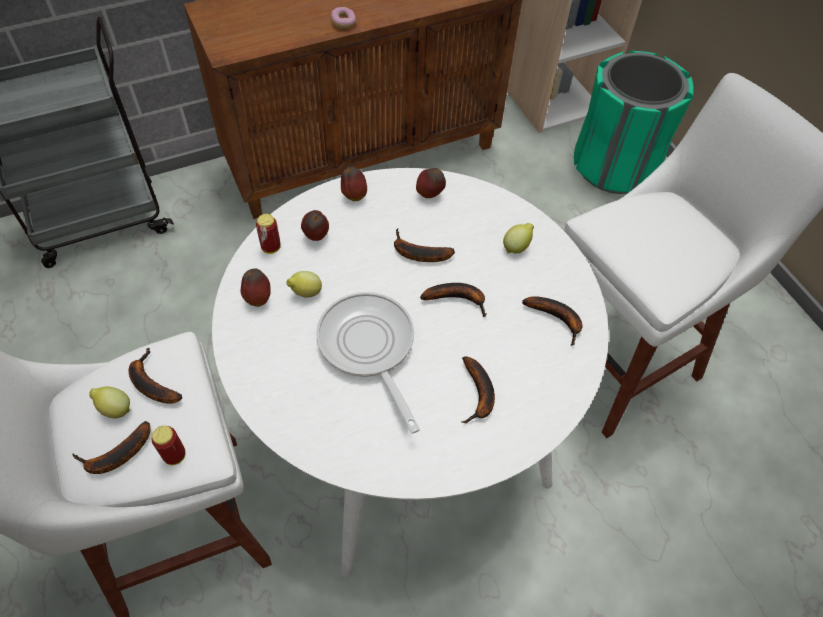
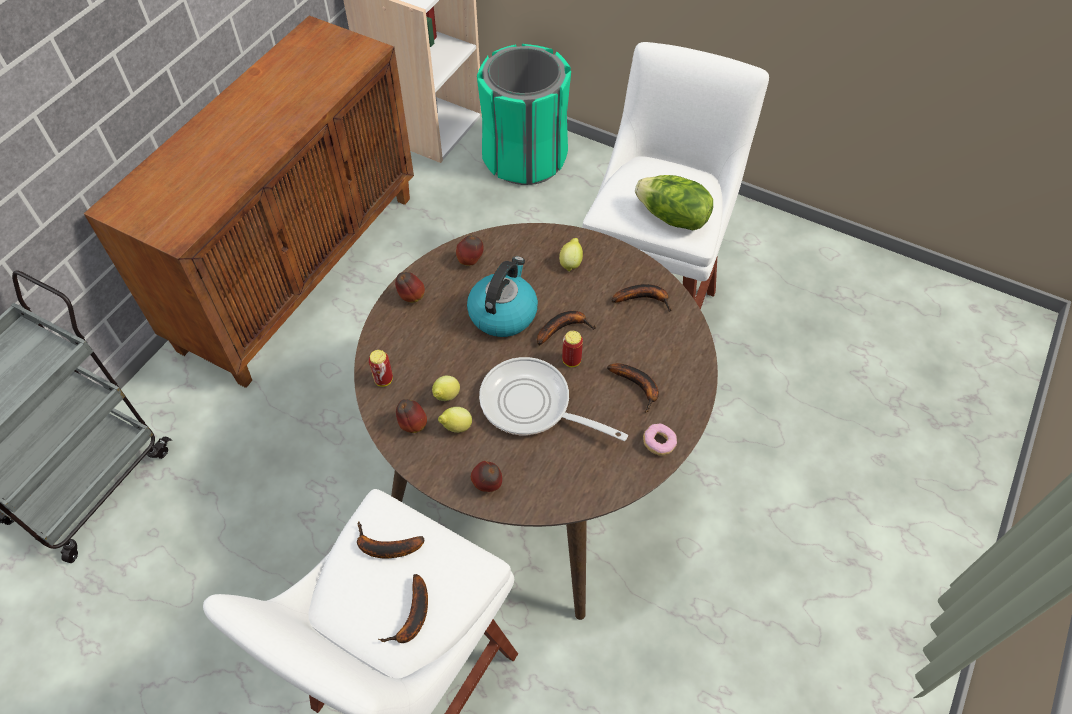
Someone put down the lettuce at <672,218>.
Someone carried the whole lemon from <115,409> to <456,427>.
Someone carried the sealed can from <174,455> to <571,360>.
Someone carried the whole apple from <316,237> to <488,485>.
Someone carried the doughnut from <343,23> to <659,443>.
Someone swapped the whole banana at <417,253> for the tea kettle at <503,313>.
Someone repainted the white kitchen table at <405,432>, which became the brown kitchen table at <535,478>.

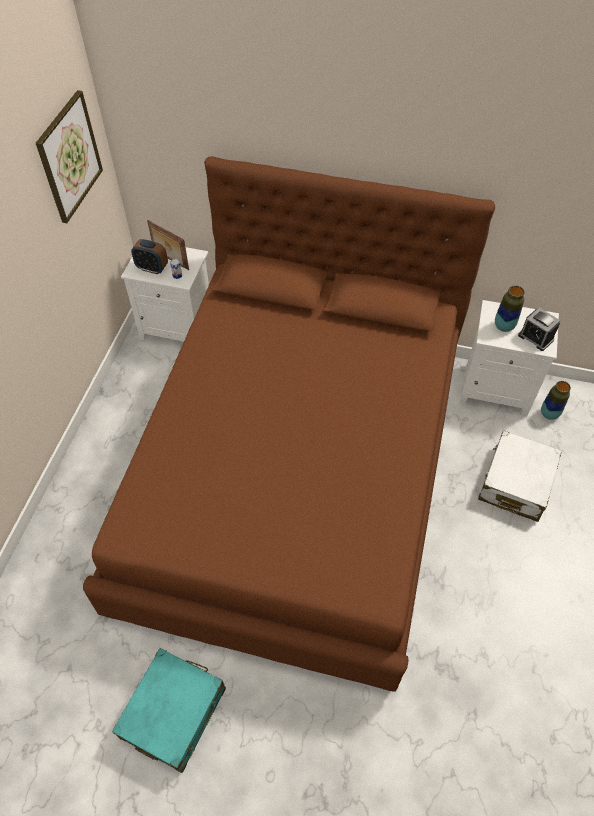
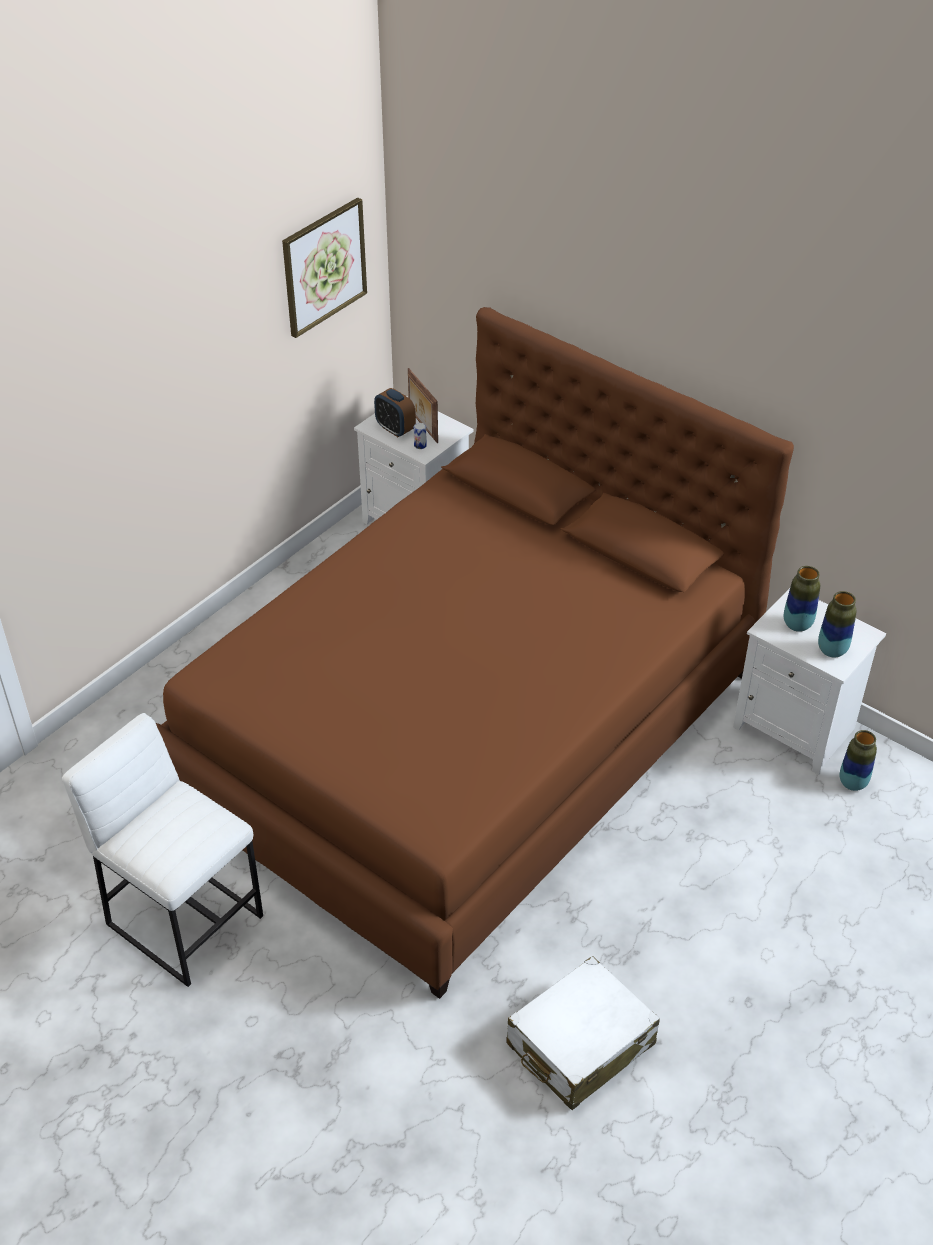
Someone carried the white suitcase from <515,483> to <580,1044>.
Someone swapped the turquoise-coloured suitcase at <174,713> for the white upright chair at <183,918>.
Someone swapped the table clock at <535,337> for the vase at <832,650>.

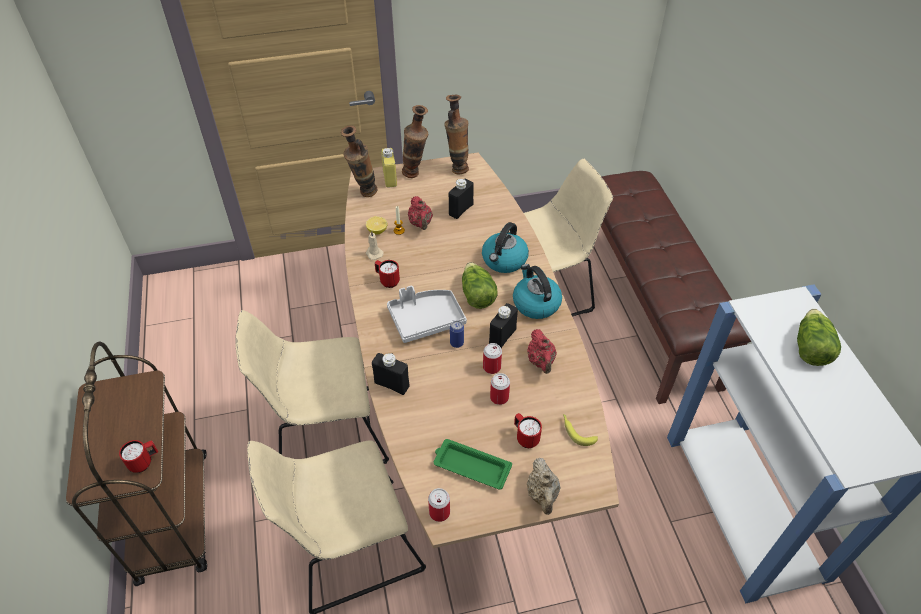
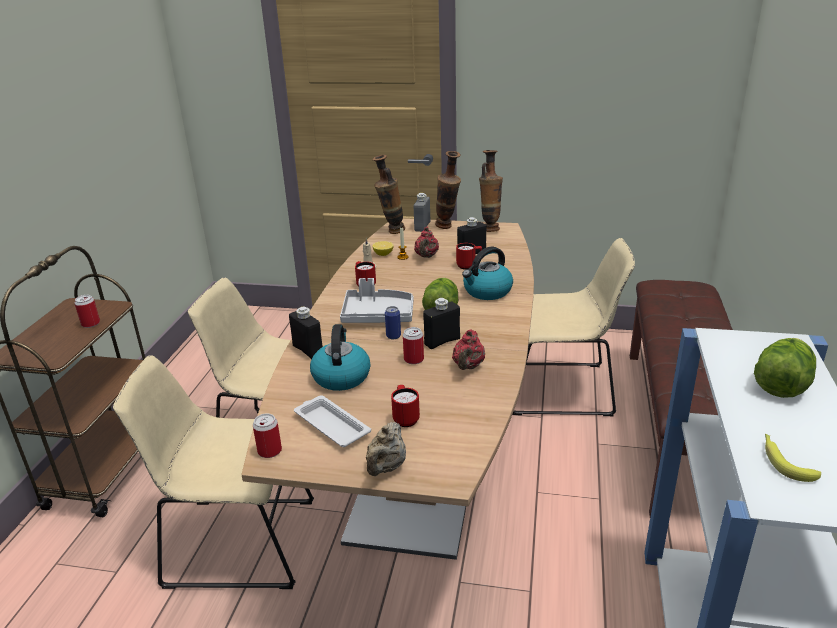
Someone carried the reddish mug from <144,462> to <469,266>.
Someone carried the sealed can from <499,397> to <90,324>.
Someone carried the tea kettle from <535,303> to <341,376>.
Someone carried the whole banana from <576,431> to <784,461>.
Someone repainted the yellowish drink bottle at <390,178>, which became the greyish drink bottle at <422,226>.
Someone repainted the green serving tray at <471,466>, which became the white serving tray at <331,425>.

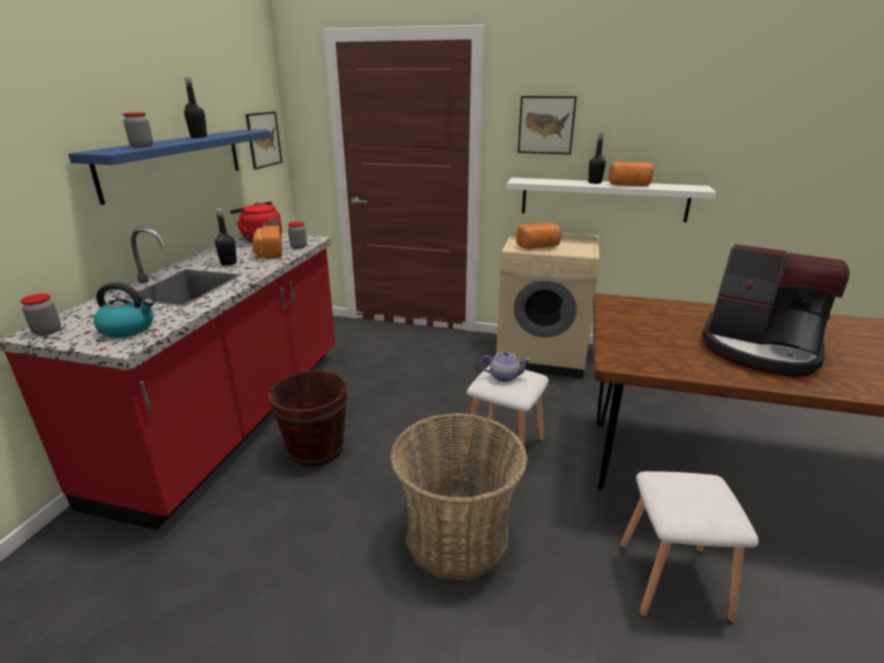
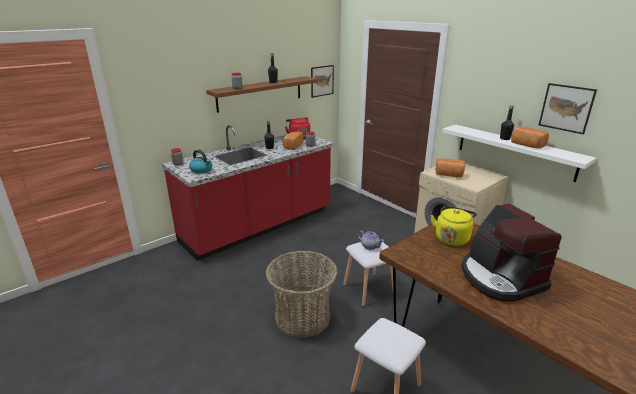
Someone took away the brown water bucket at <316,448>.
Someone put down the yellowish tea kettle at <452,238>.
Someone carried the wall art from <546,125> to <566,108>.
Someone repainted the blue wall shelf at <175,162>, which became the brown wall shelf at <260,93>.

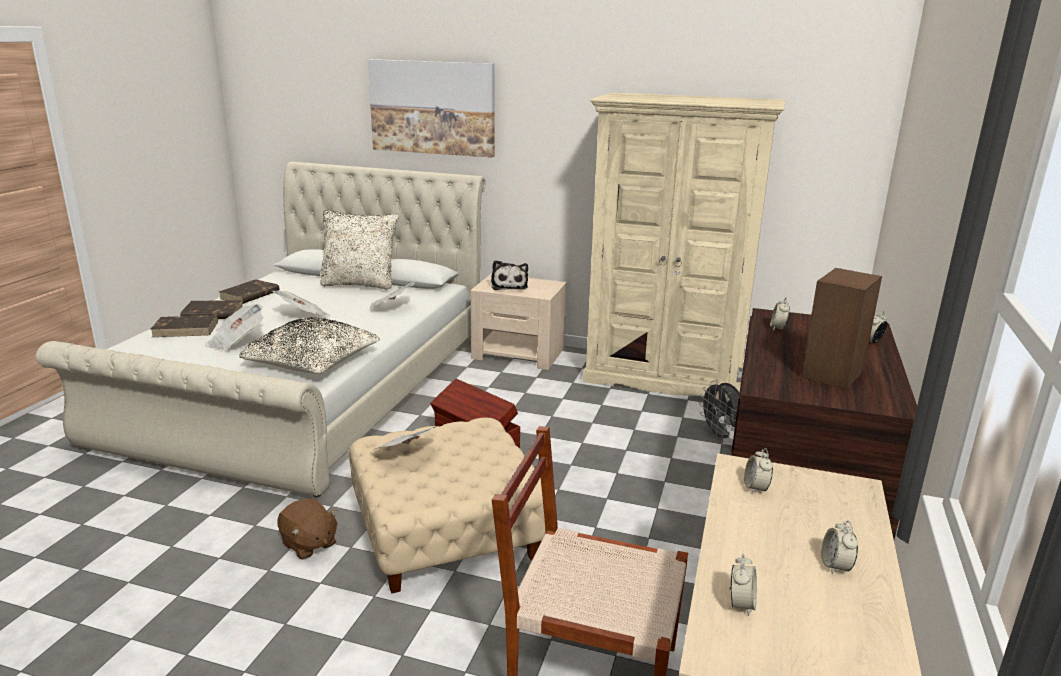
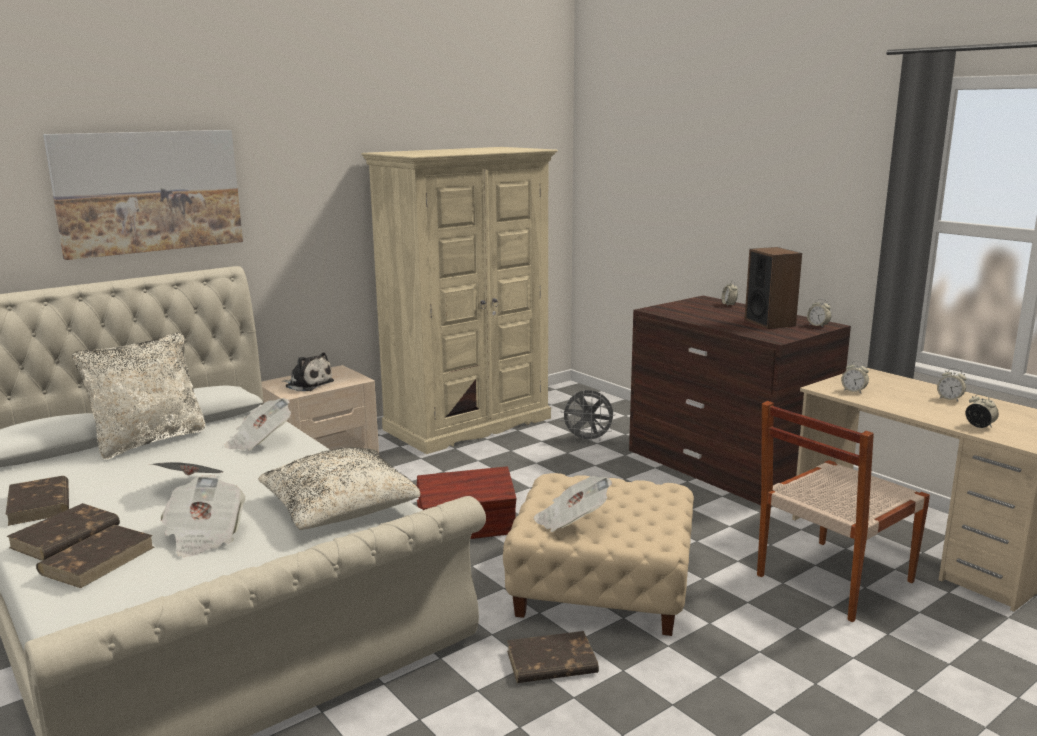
Someone carried the table clock from <778,328> to <818,326>.
Someone swapped the brown soft toy at <309,544> for the brown bound book at <550,663>.

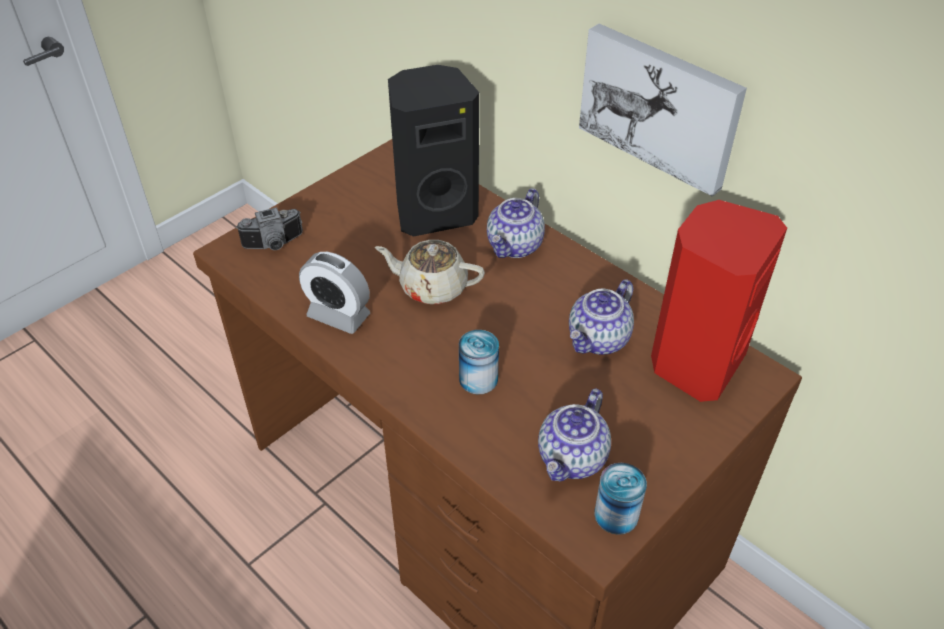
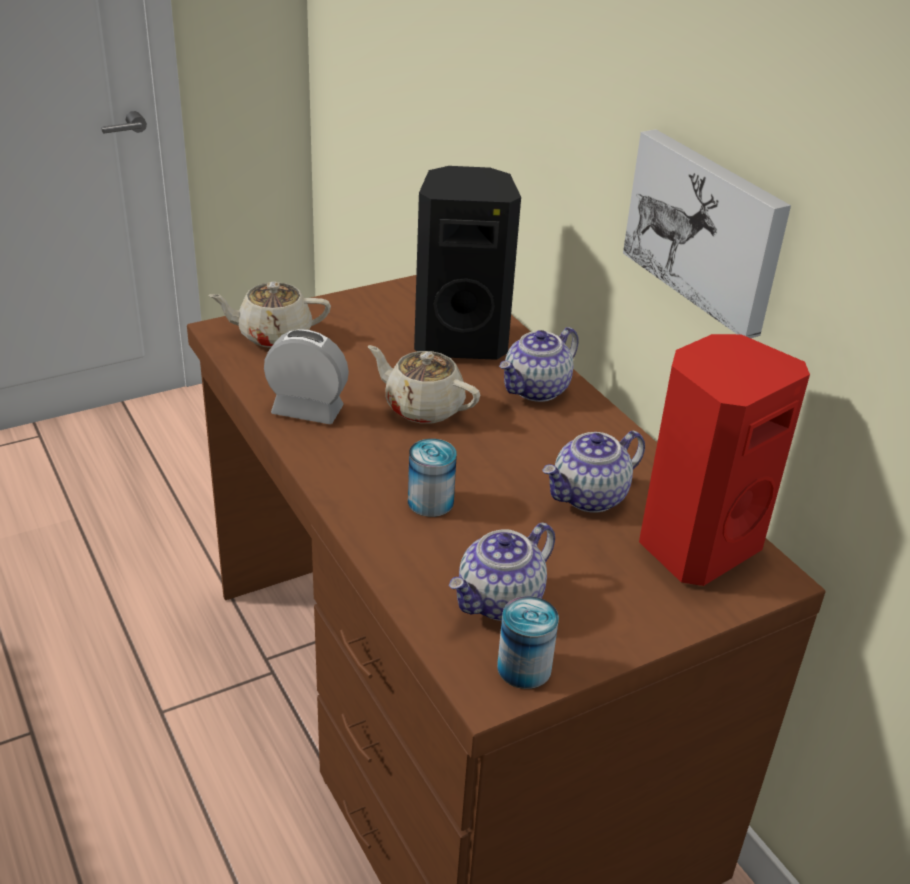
Someone swapped the still camera at <274,245> for the beige tea pot at <273,335>.
Someone rotated the table clock at <338,315> by 150 degrees clockwise.

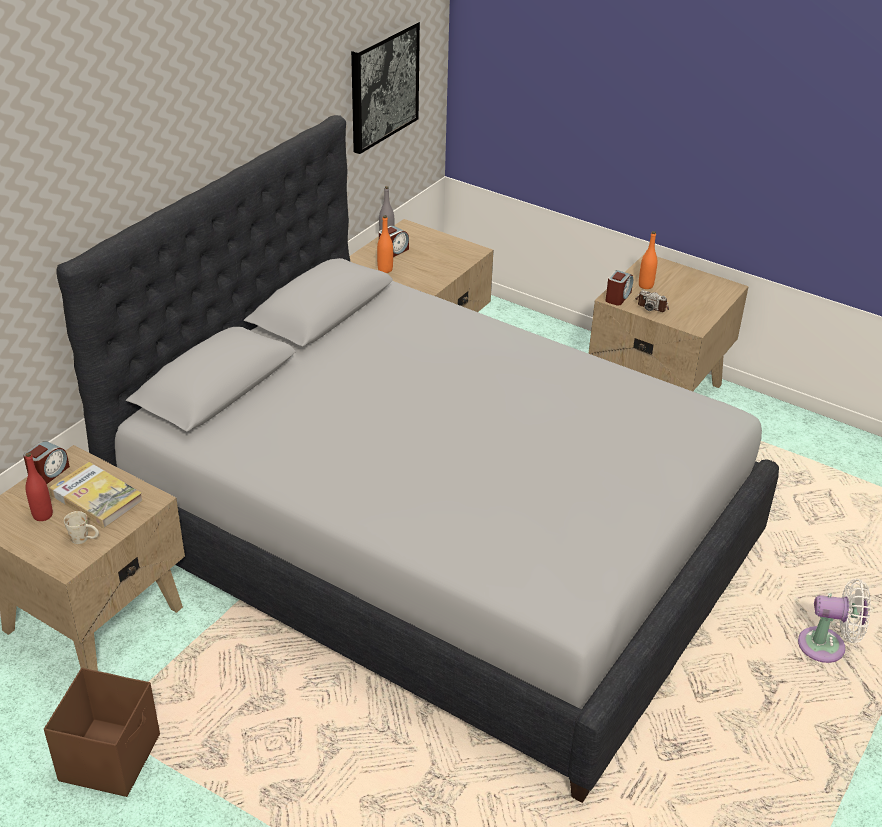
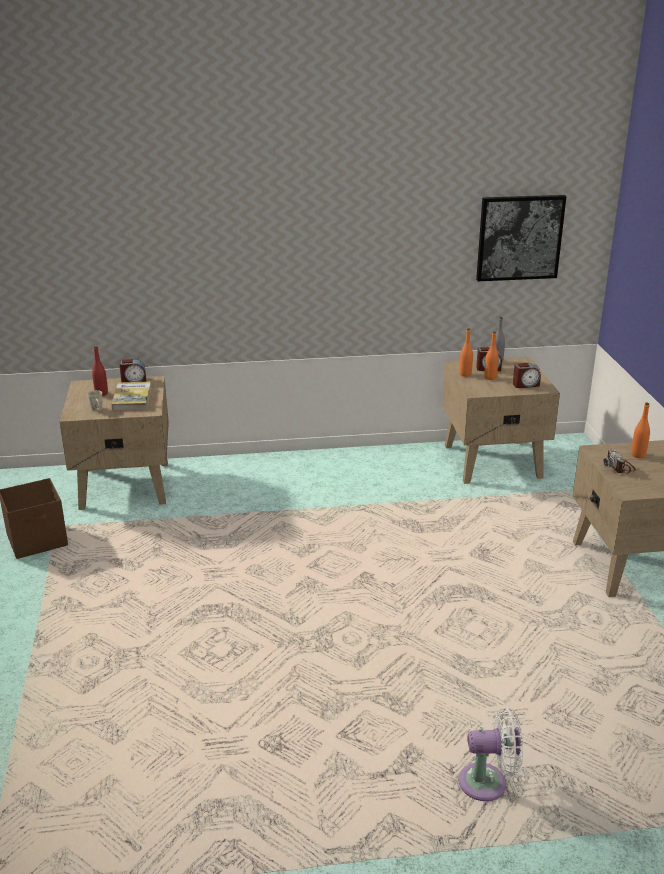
Someone took away the greyish bed at <435,543>.
Someone put down the orange-coloured drink bottle at <490,377>.
Someone carried the table clock from <618,297> to <525,385>.
Someone rotated the white electric fan at <827,646> by 60 degrees counterclockwise.

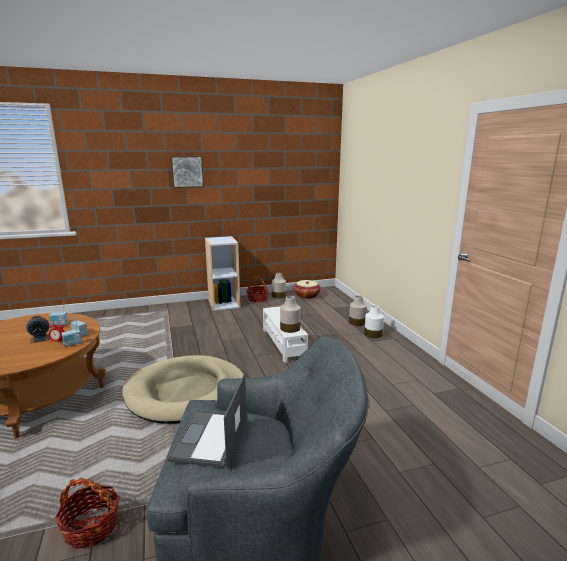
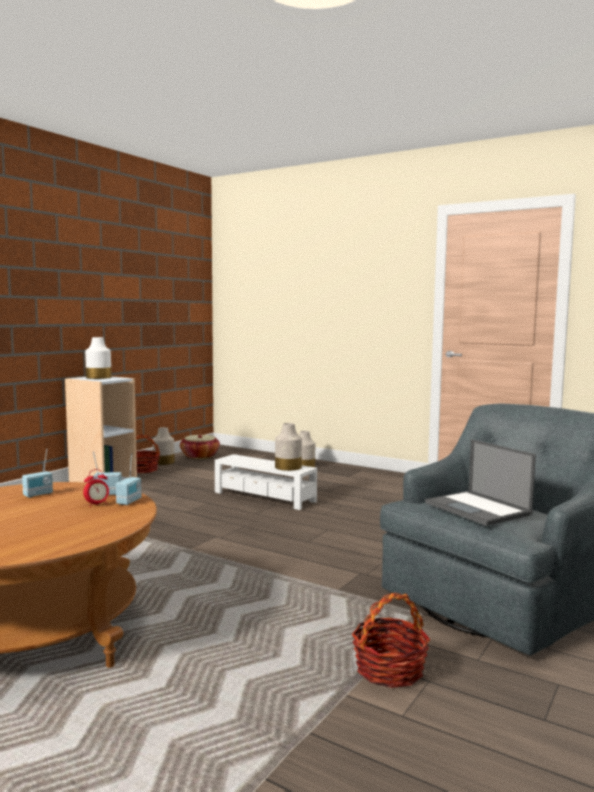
Someone took away the table clock at <40,338>.
Someone took away the beige pet bed at <186,393>.
Someone took away the wall art at <187,171>.
Someone carried the white vase from <373,334> to <99,377>.

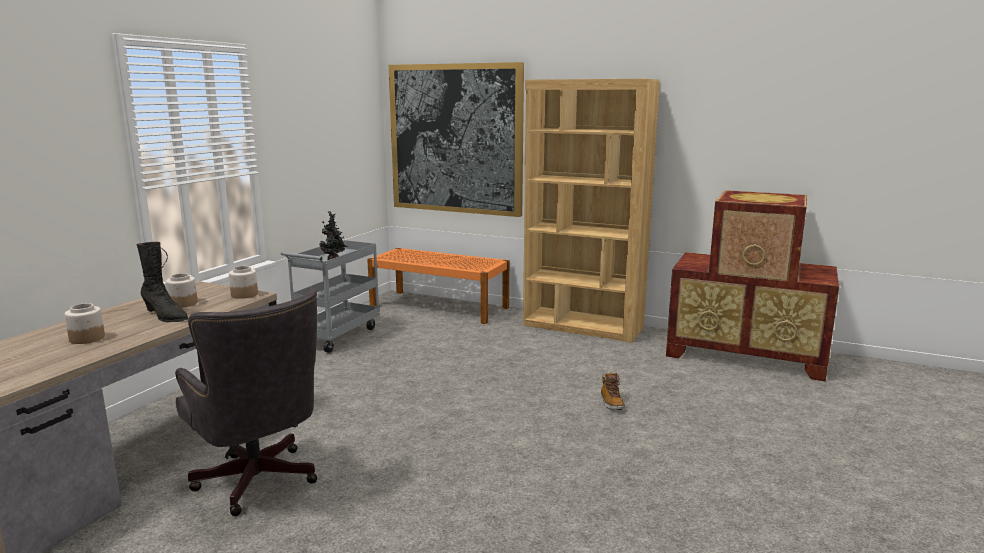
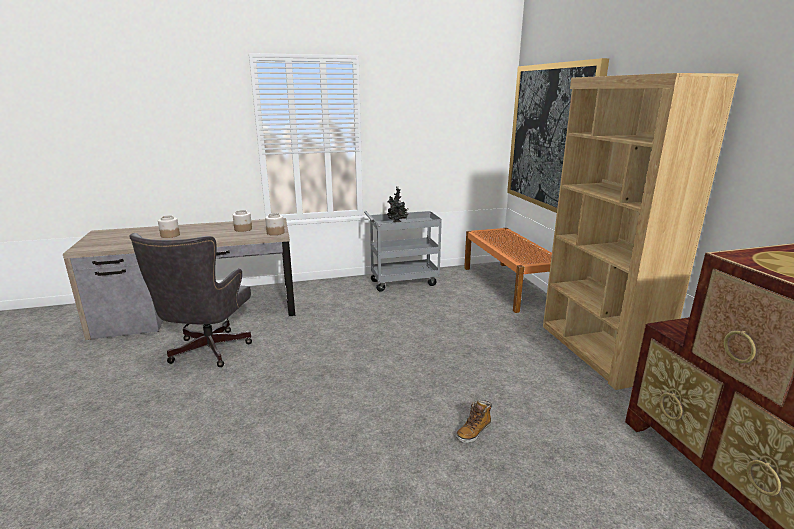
Someone took away the blackish boot at <165,316>.

